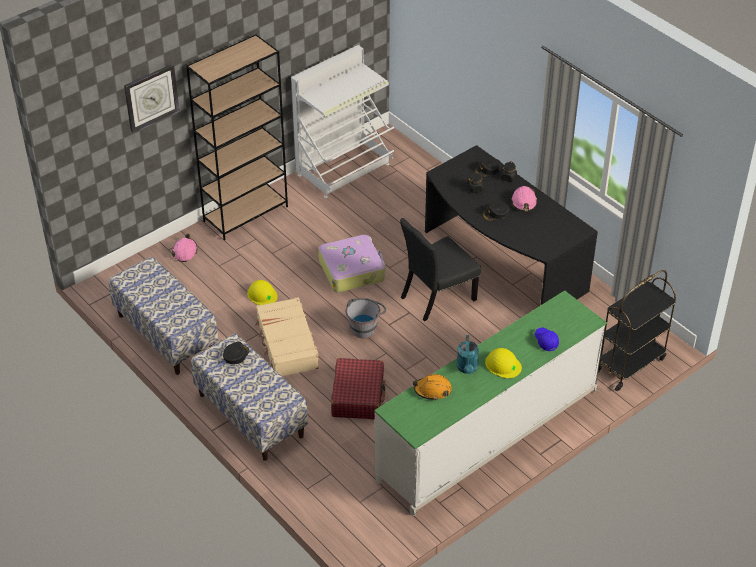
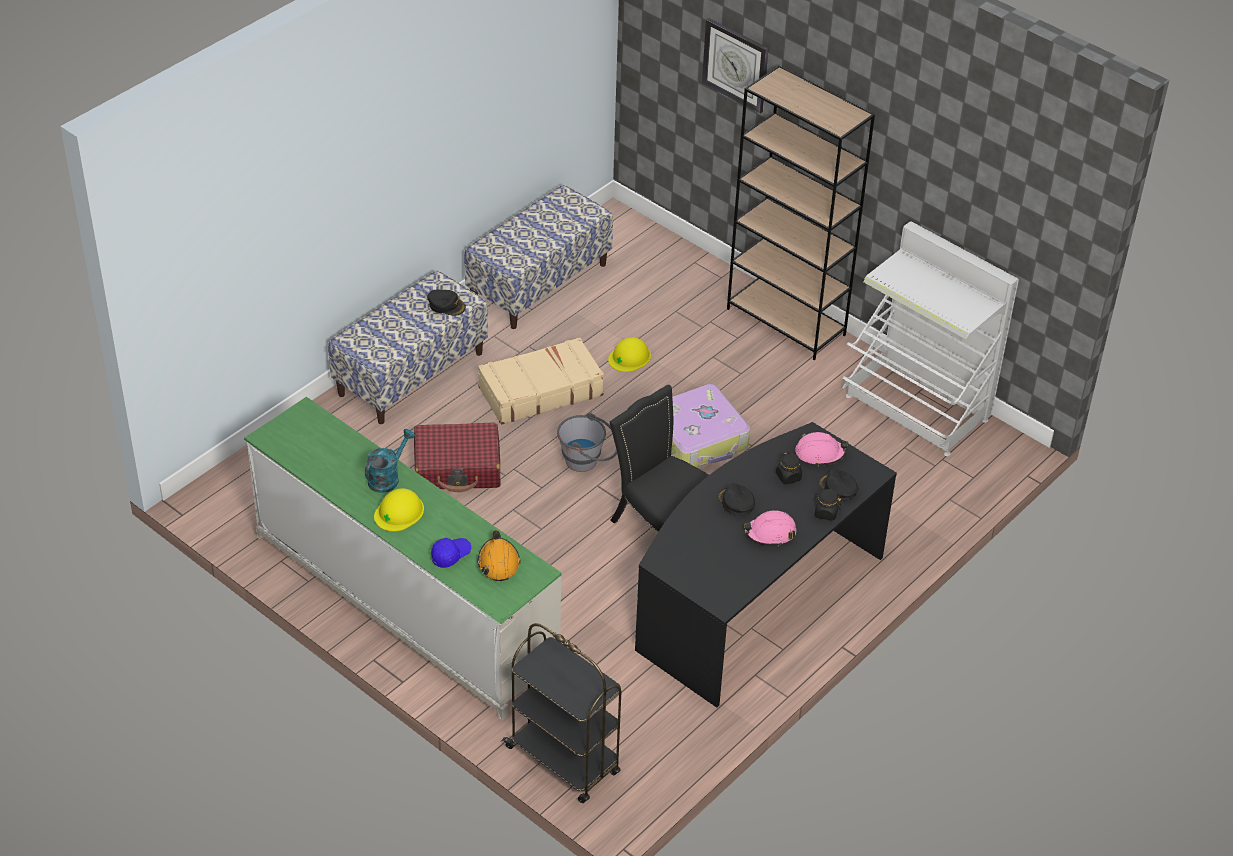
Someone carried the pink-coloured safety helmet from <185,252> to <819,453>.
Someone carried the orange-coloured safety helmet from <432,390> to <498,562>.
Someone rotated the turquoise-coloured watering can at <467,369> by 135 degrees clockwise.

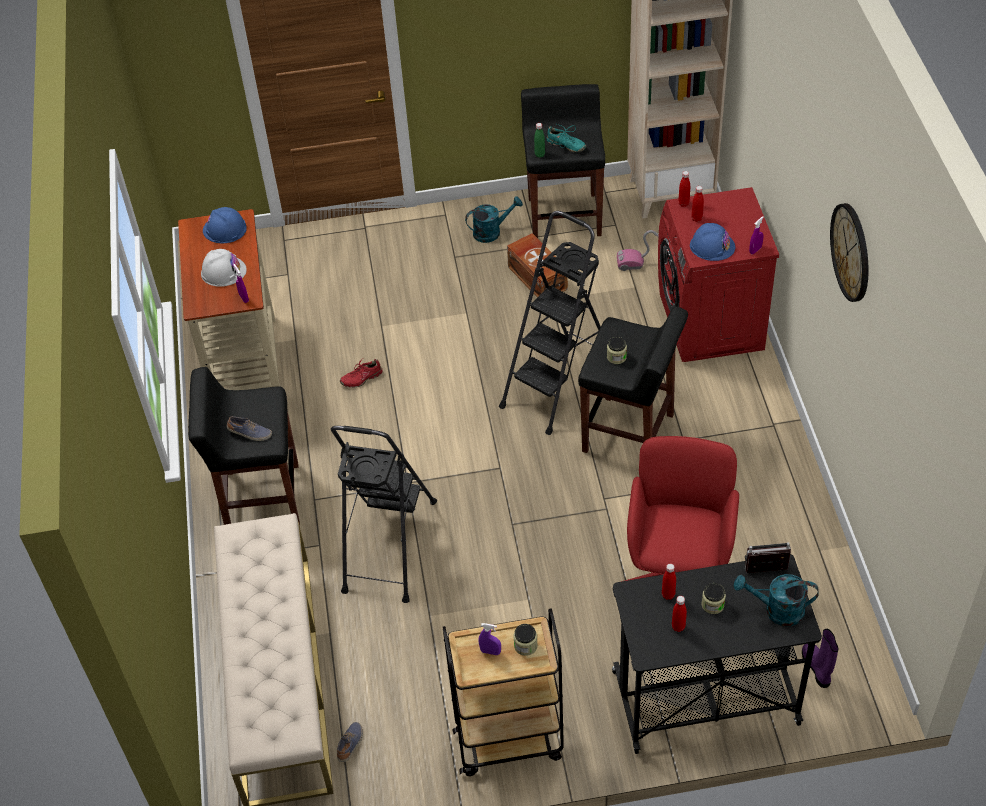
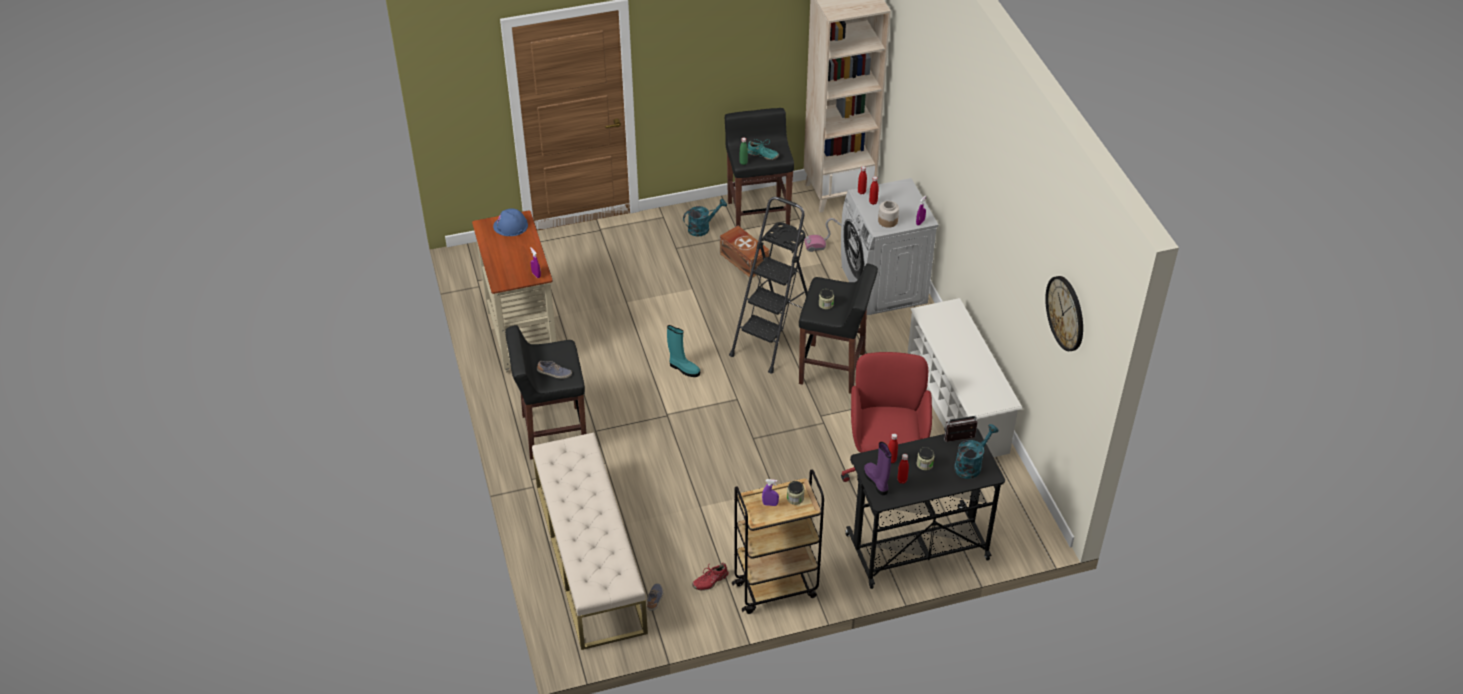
Someone took away the white safety helmet at <223,271>.
Someone took away the step stool at <389,546>.
Someone put down the turquoise-coloured boot at <683,368>.
Someone put down the white shoe stand at <957,406>.
Someone carried the reddish item of footwear from <361,378> to <710,580>.
Someone carried the purple-coloured boot from <817,668> to <877,482>.
Someone carried the clock on the wall from <851,252> to <1065,313>.
Someone swapped the blue safety helmet at <712,246> for the preserve jar at <887,221>.
Someone repainted the reddish laundry machine at <710,324>, which became the white laundry machine at <883,287>.
Someone rotated the turquoise-coloured watering can at <777,610> by 135 degrees clockwise.

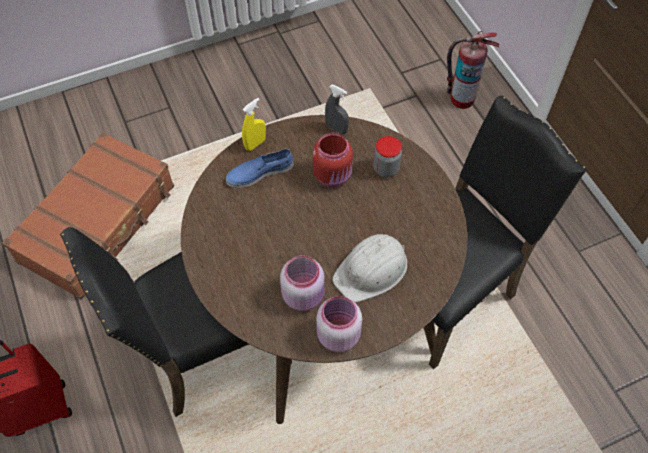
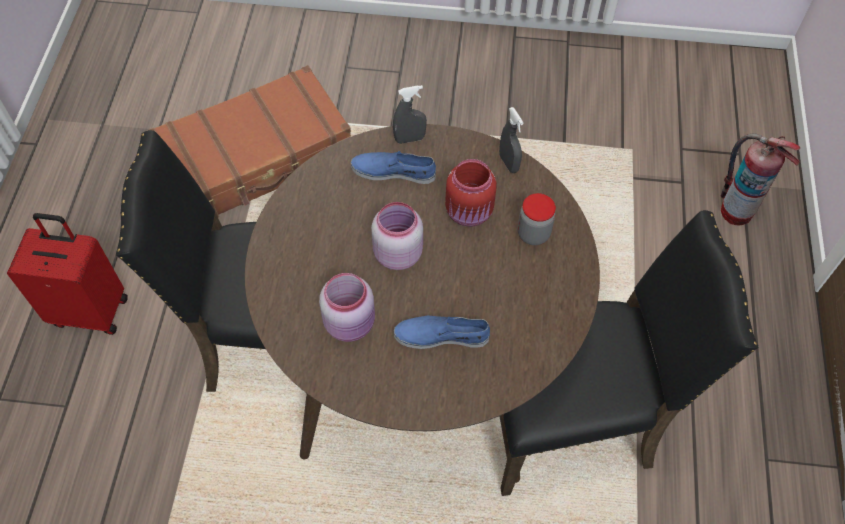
Someone carried the pink-coloured preserve jar from <337,335> to <397,253>.
Someone swapped the white safety helmet at <372,270> for the blue item of footwear at <441,335>.
Someone repainted the yellowish hand sprayer at <255,144>, which became the greyish hand sprayer at <409,139>.

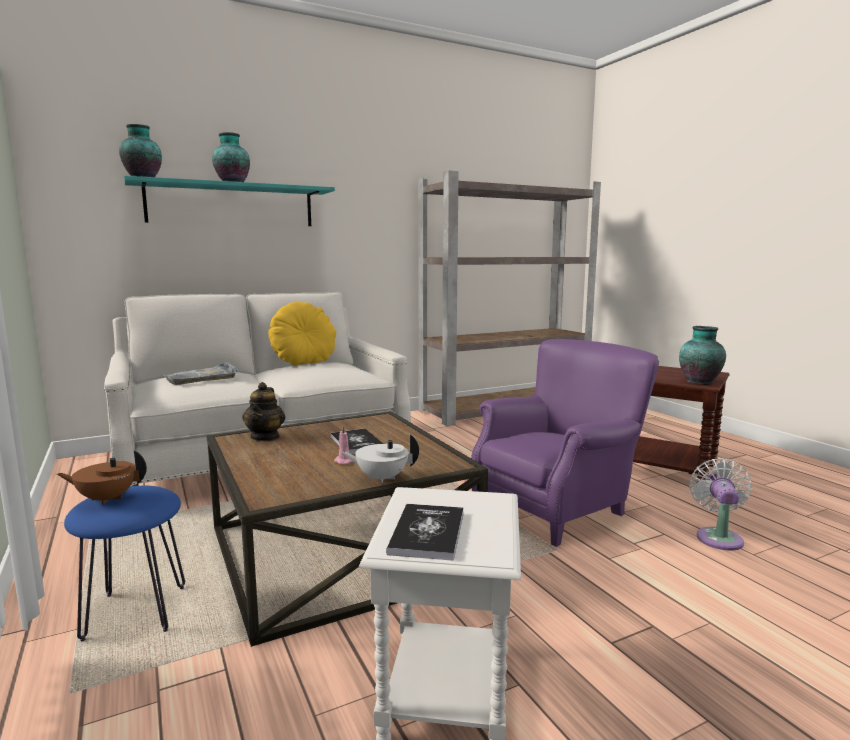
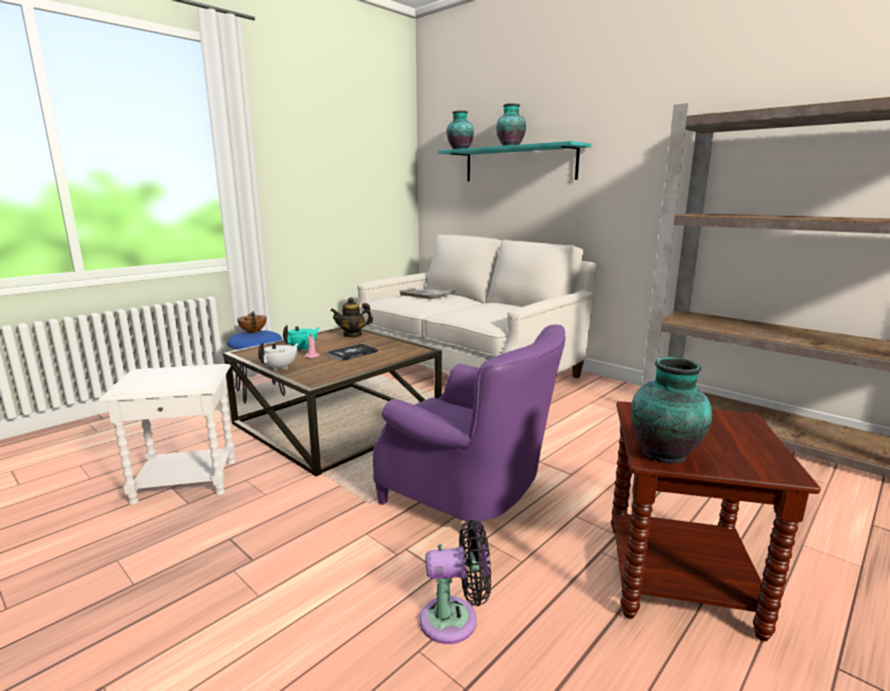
Someone took away the yellowish throw pillow at <304,363>.
Someone took away the bound book at <427,533>.
Someone put down the turquoise-coloured tea pot at <303,348>.
Someone repainted the white electric fan at <718,537>, which became the blackish electric fan at <455,620>.
Someone rotated the white tea pot at <381,478> by 45 degrees clockwise.

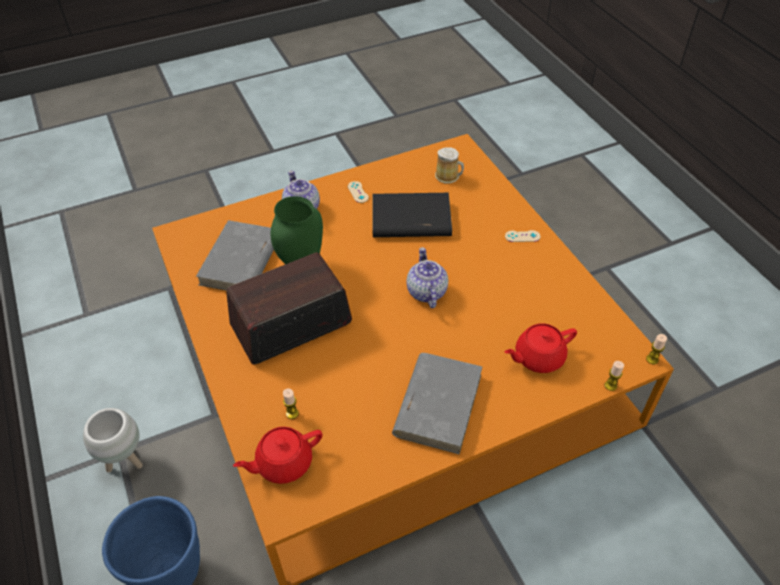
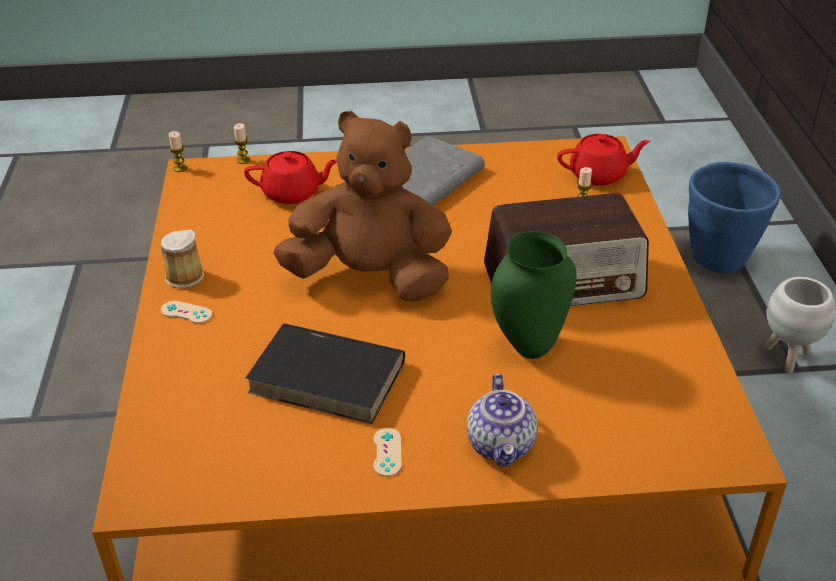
Someone took away the greyish bound book at <240,261>.
Someone carried the mug from <448,176> to <182,276>.
Someone swapped the tea pot at <426,291> for the brown soft toy at <370,278>.

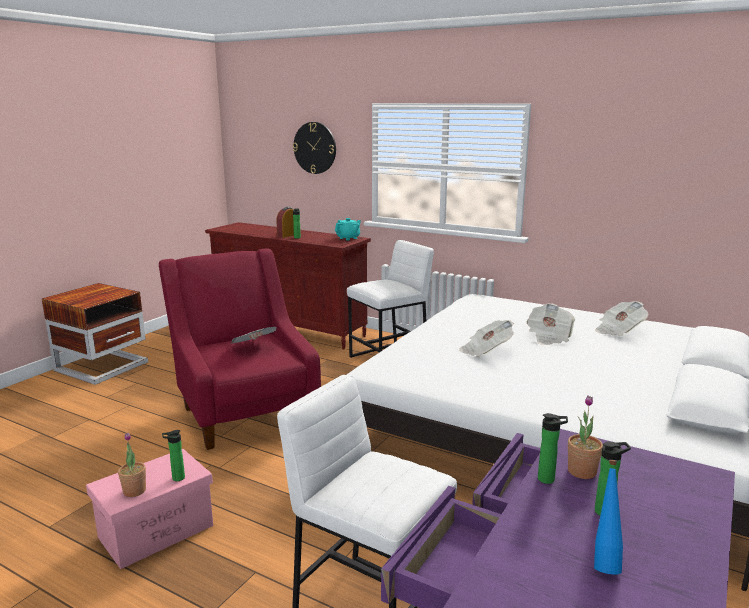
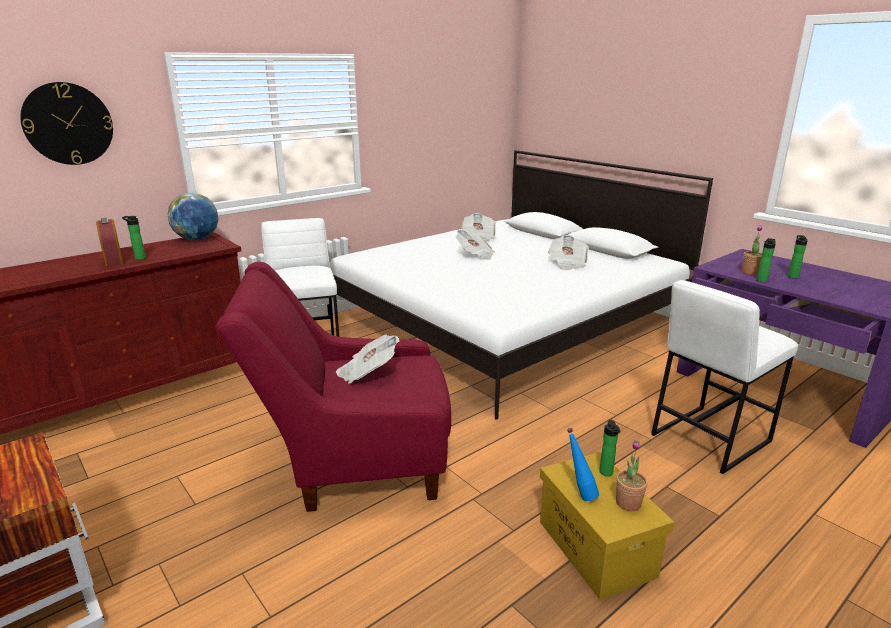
Someone carried the printed paper from <485,351> to <567,264>.
Someone carried the blue drink bottle from <604,562> to <579,494>.
Someone swapped the turquoise-coloured tea pot at <348,238> for the desk globe at <197,239>.
Someone repainted the pink-coloured storage container at <157,530>, which became the yellowish storage container at <594,547>.

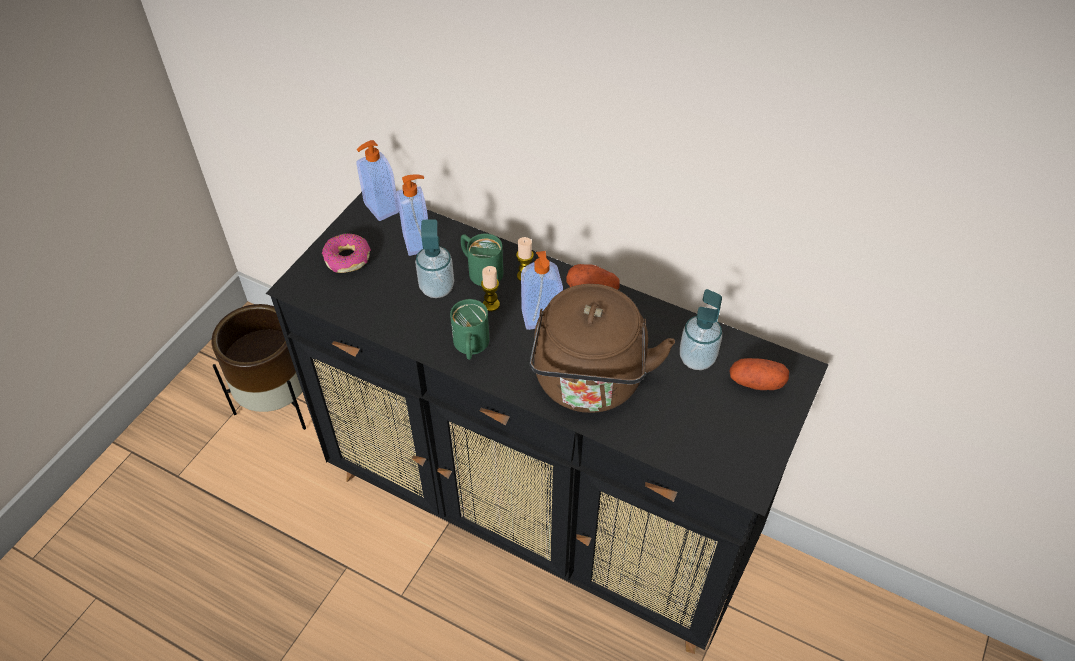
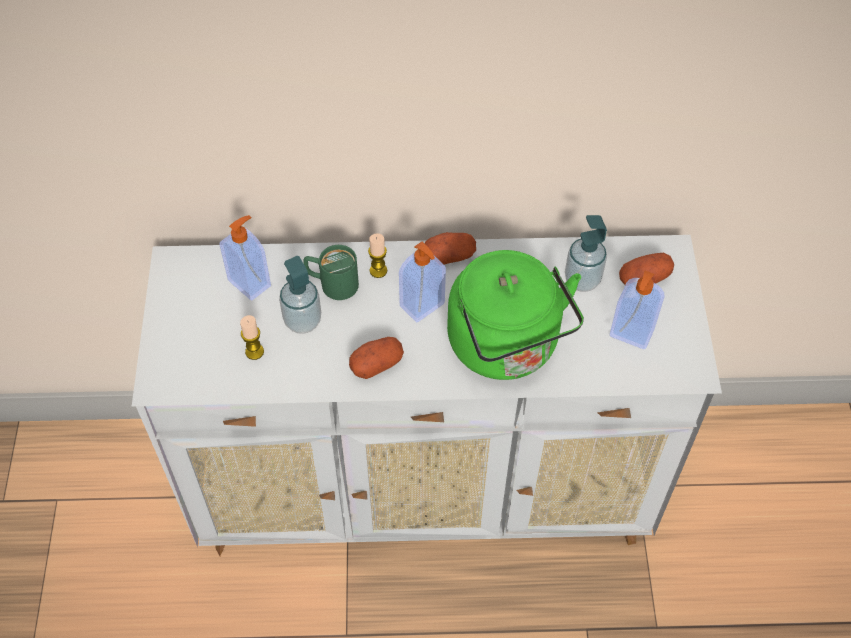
Someone took away the brown plant pot at <278,404>.
Someone took away the doughnut at <348,259>.
Someone carried the liquid soap bottle from <380,208> to <631,334>.
Someone carried the candle from <491,304> to <254,352>.
Someone swapped the green mug at <470,347> for the spud at <376,364>.
Someone repainted the blackish cabinet at <538,511>, which became the white cabinet at <424,487>.
Someone repainted the brown tea kettle at <589,384>, which became the green tea kettle at <507,347>.

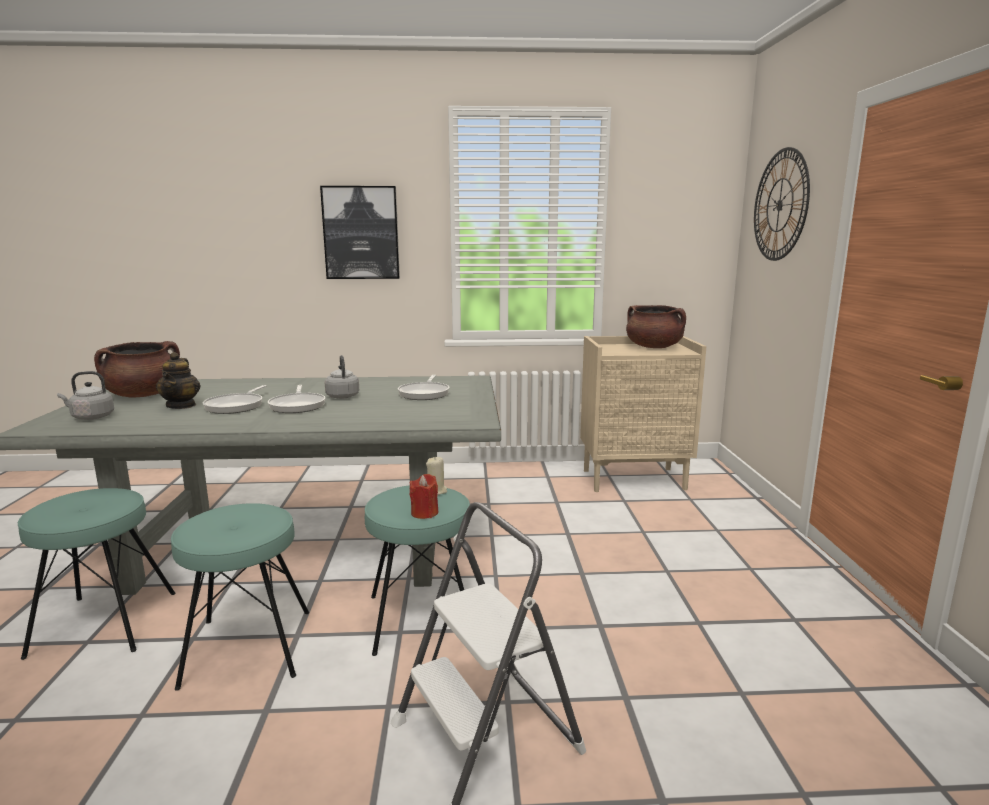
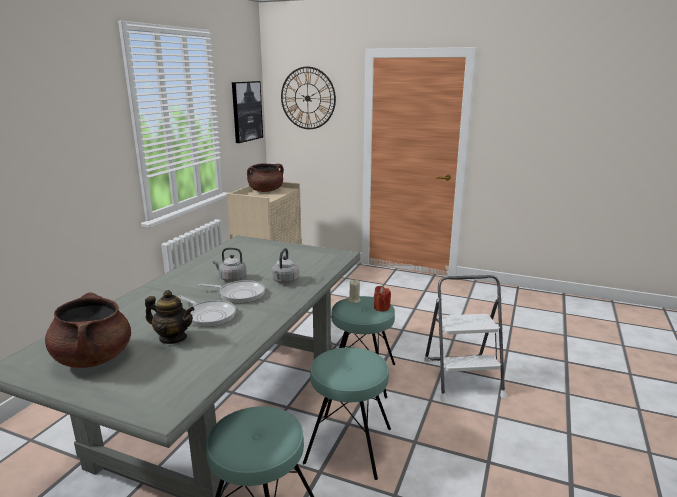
Someone took away the pan at <425,393>.
Someone carried the greyish tea kettle from <90,417> to <285,281>.
Someone carried the wall art from <361,233> to <246,111>.

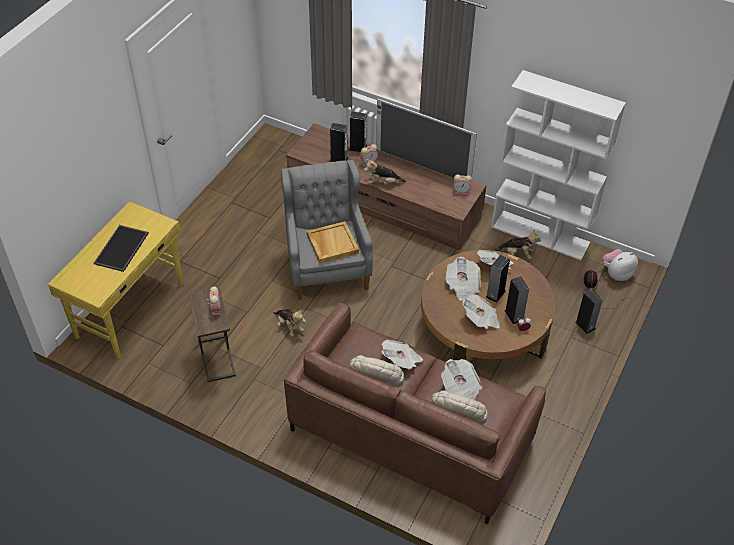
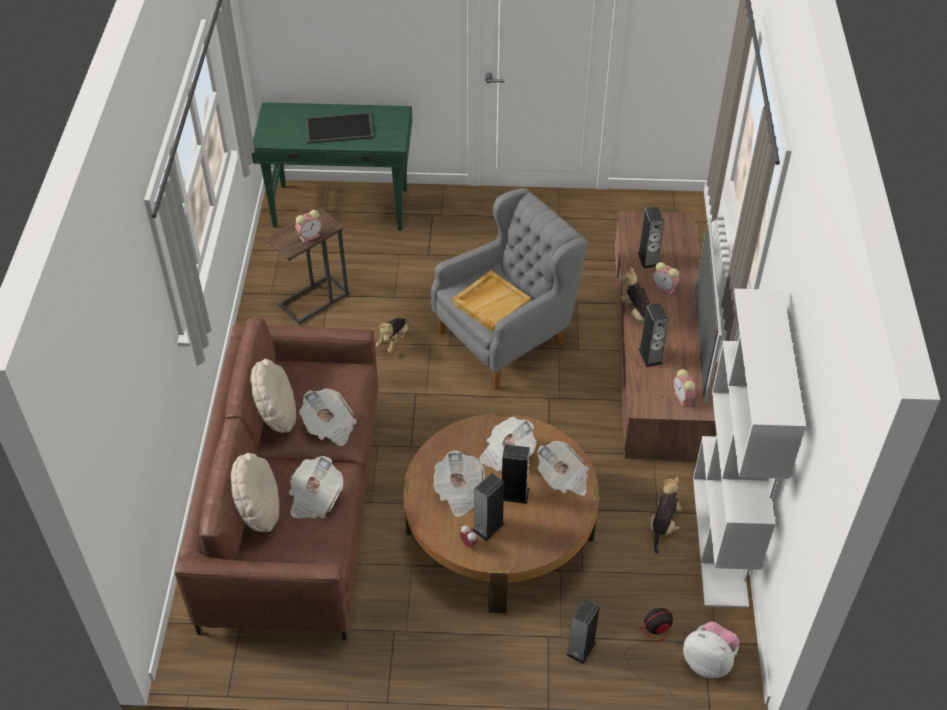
Someone carried the audio speaker from <358,147> to <650,356>.
Someone repainted the yellowish hall table at <130,310>, which became the green hall table at <341,207>.
Someone rotated the soft toy at <517,254> by 150 degrees counterclockwise.

